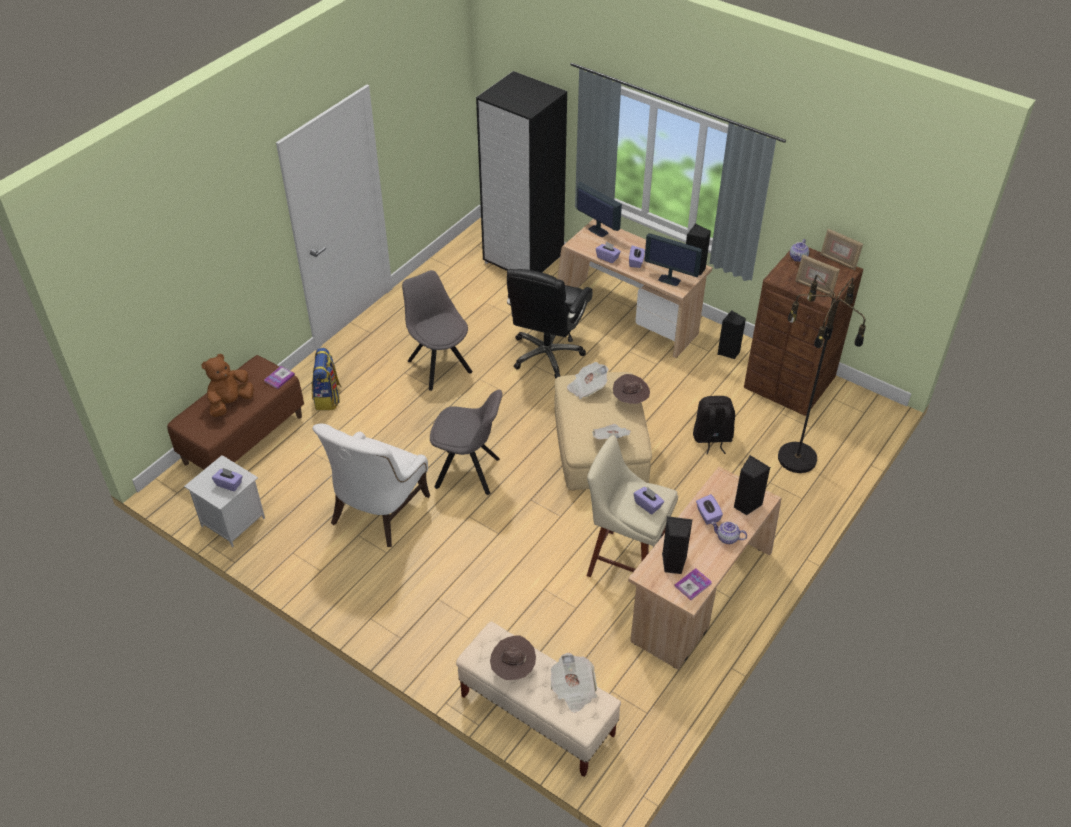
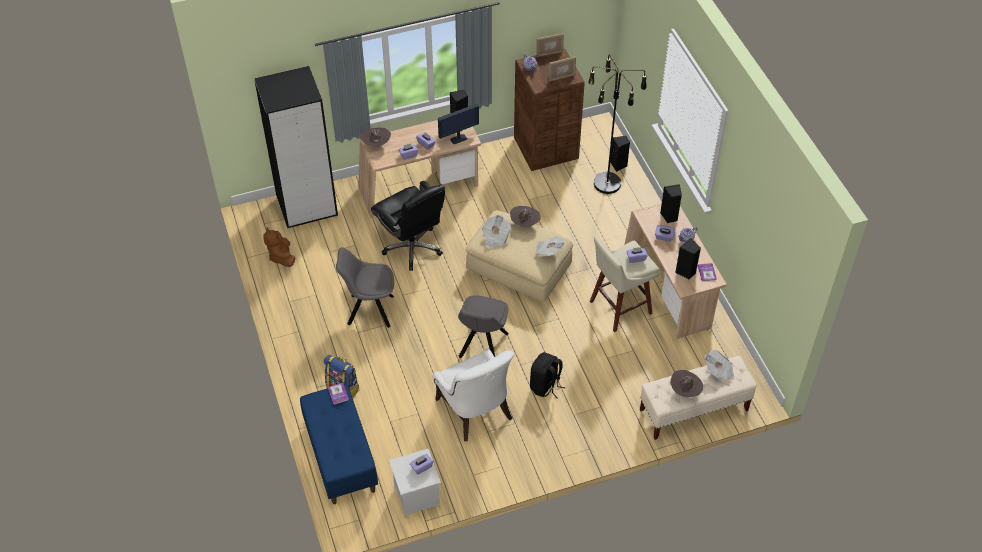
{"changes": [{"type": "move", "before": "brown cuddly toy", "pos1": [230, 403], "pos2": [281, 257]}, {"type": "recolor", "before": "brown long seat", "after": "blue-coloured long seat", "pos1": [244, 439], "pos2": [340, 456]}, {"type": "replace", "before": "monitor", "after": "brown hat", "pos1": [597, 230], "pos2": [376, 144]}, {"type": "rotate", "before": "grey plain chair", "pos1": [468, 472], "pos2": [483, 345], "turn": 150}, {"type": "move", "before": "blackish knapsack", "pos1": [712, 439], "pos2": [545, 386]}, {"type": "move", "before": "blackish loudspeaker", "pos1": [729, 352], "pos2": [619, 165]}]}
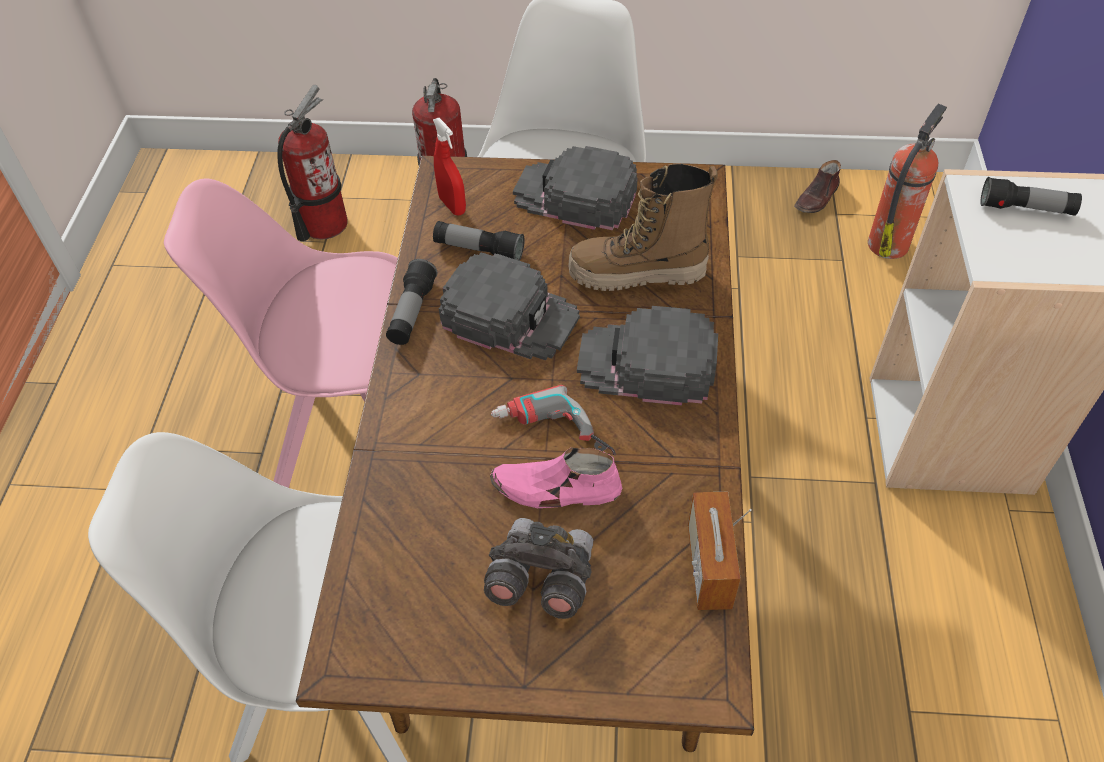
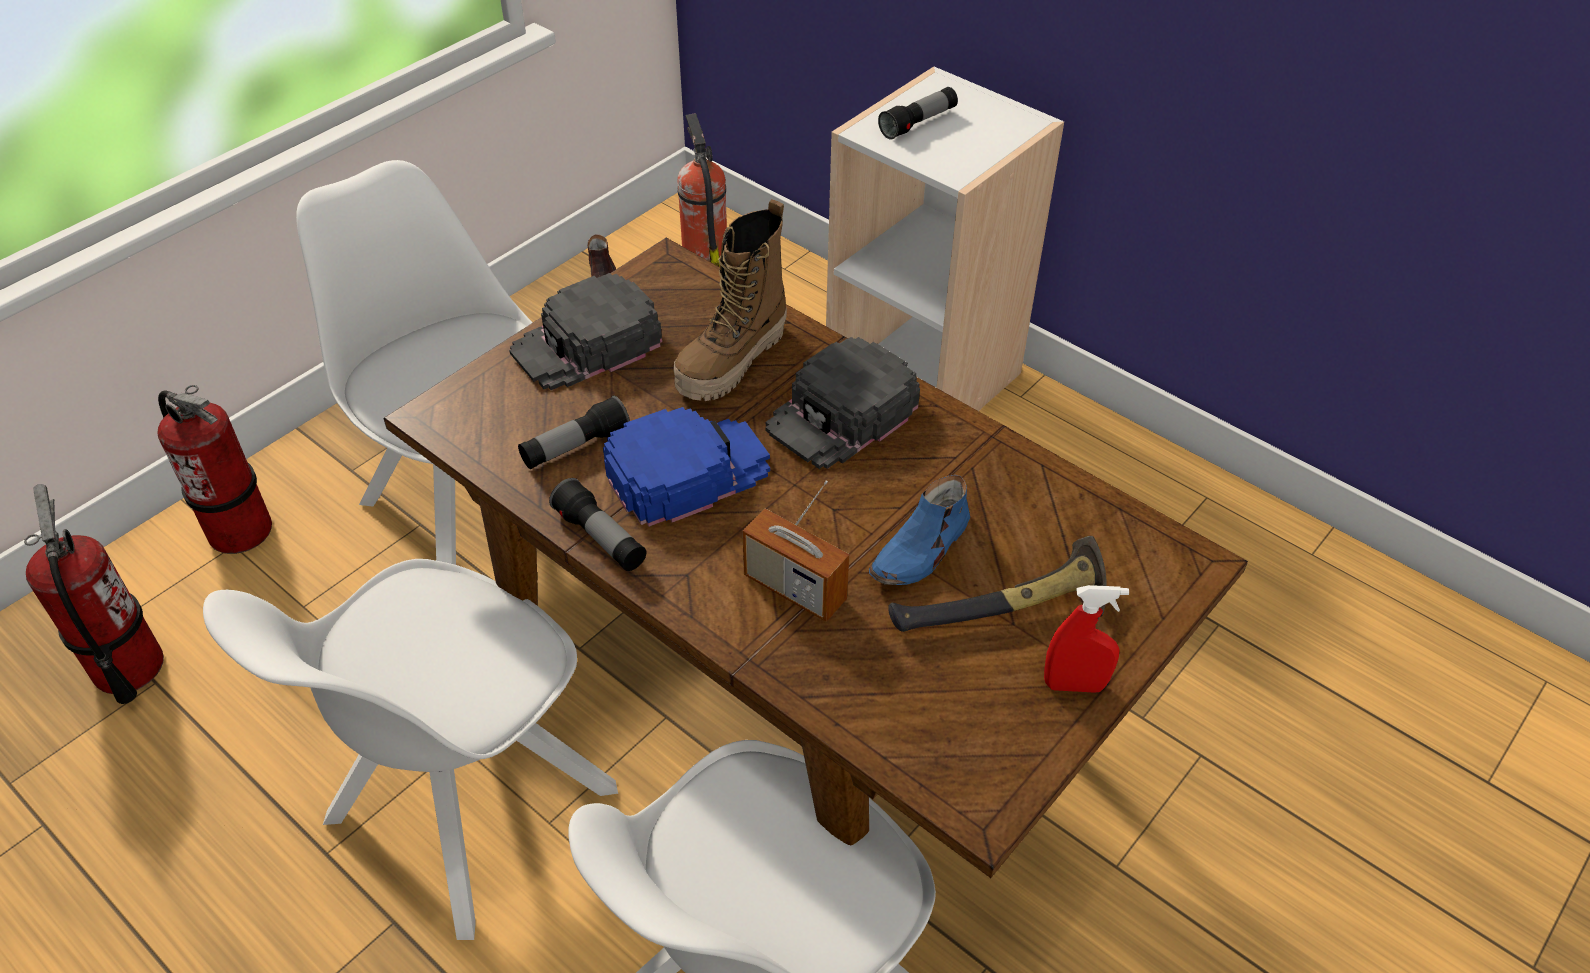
{"changes": [{"type": "recolor", "before": "pink plain chair", "after": "whitish plain chair", "pos1": [356, 431], "pos2": [466, 807]}, {"type": "recolor", "before": "blackish cap", "after": "blue-coloured cap", "pos1": [510, 316], "pos2": [687, 470]}, {"type": "move", "before": "radio receiver", "pos1": [709, 567], "pos2": [794, 588]}, {"type": "recolor", "before": "pink low shoe", "after": "blue-coloured low shoe", "pos1": [556, 489], "pos2": [921, 550]}, {"type": "replace", "before": "grey pair of binoculars", "after": "hammer", "pos1": [540, 579], "pos2": [1008, 612]}, {"type": "move", "before": "reddish spray bottle", "pos1": [452, 205], "pos2": [1074, 685]}, {"type": "delete", "before": "power drill", "pos1": [551, 436]}]}
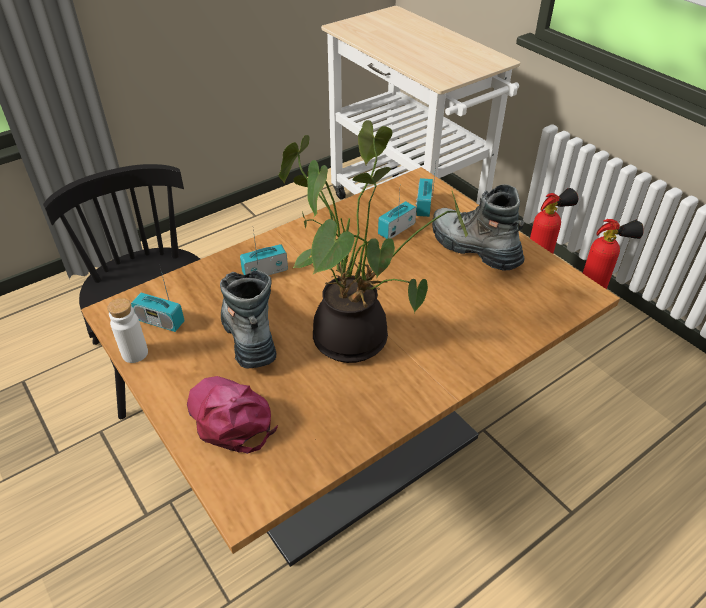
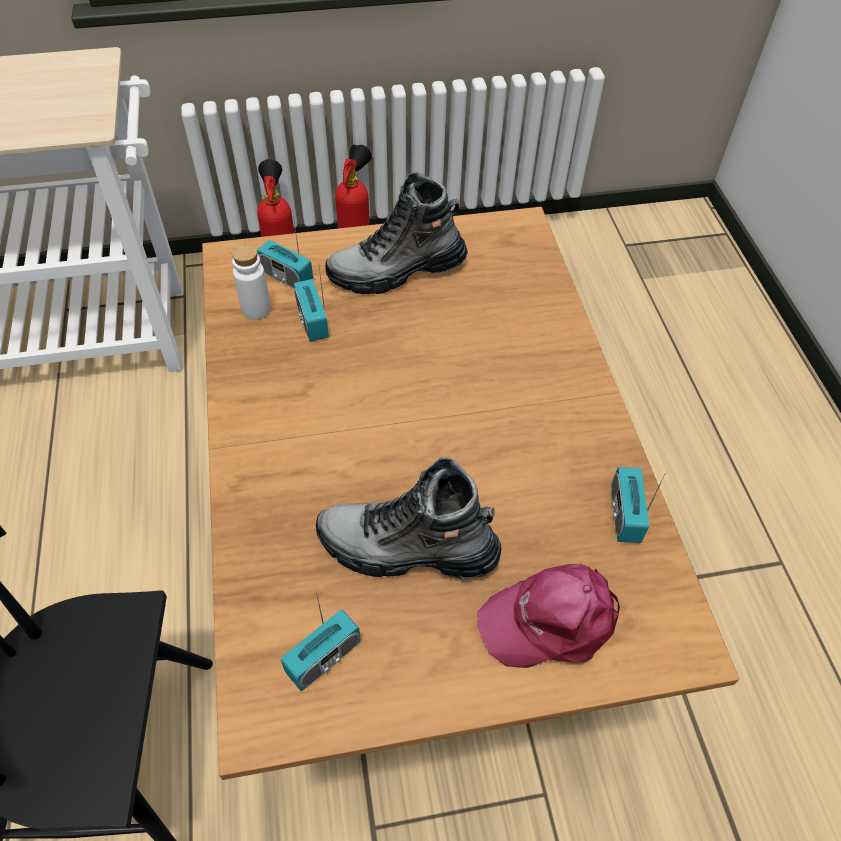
{"changes": [{"type": "move", "before": "whitish beverage bottle", "pos1": [135, 353], "pos2": [256, 309]}, {"type": "move", "before": "radio receiver", "pos1": [265, 271], "pos2": [625, 514]}, {"type": "delete", "before": "houseplant", "pos1": [357, 337]}]}
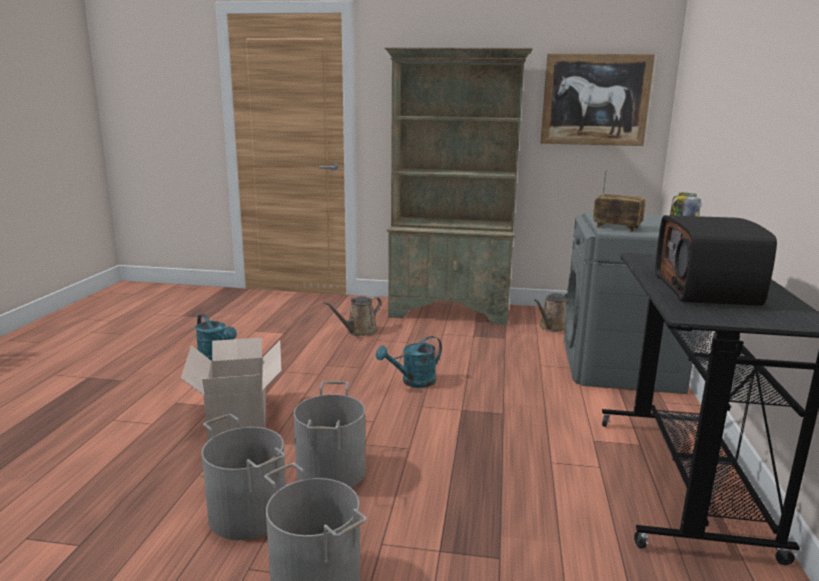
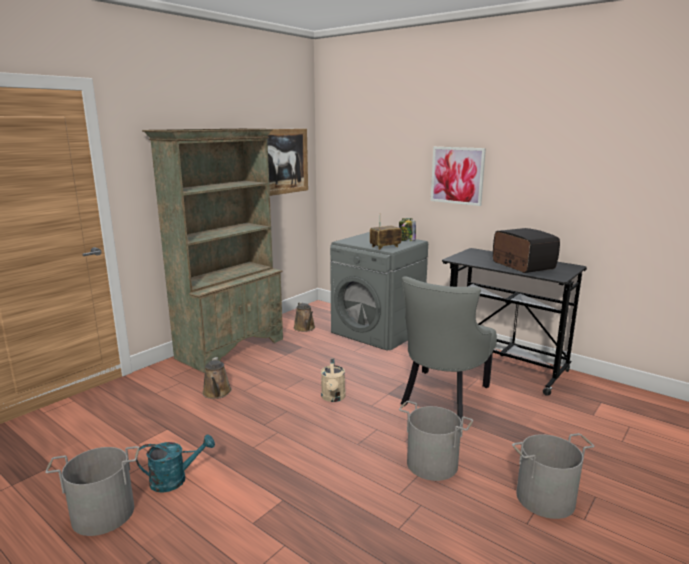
{"changes": [{"type": "move", "before": "grey bucket", "pos1": [249, 513], "pos2": [103, 513]}, {"type": "recolor", "before": "turquoise watering can", "after": "beige-coloured watering can", "pos1": [413, 382], "pos2": [333, 398]}, {"type": "insert", "after": "grey plain chair", "pos2": [443, 394]}, {"type": "insert", "after": "picture", "pos2": [457, 175]}, {"type": "rotate", "before": "radio receiver", "pos1": [707, 290], "pos2": [521, 265], "turn": -150}, {"type": "delete", "before": "cardboard box", "pos1": [239, 415]}]}
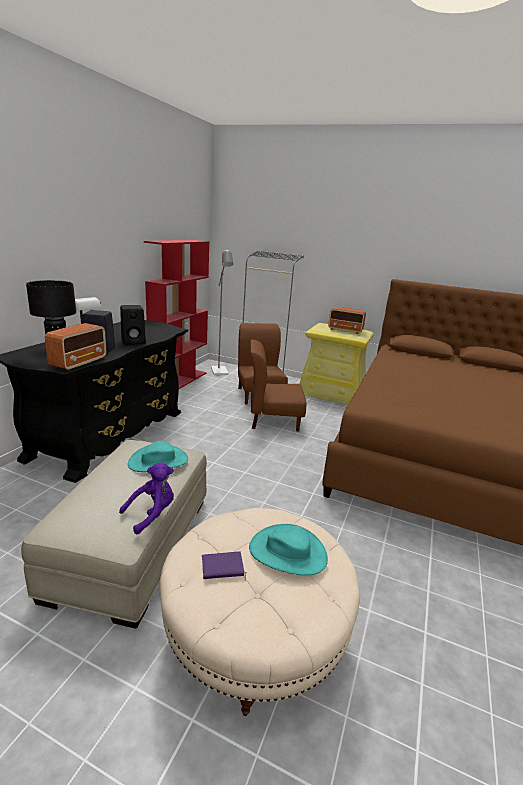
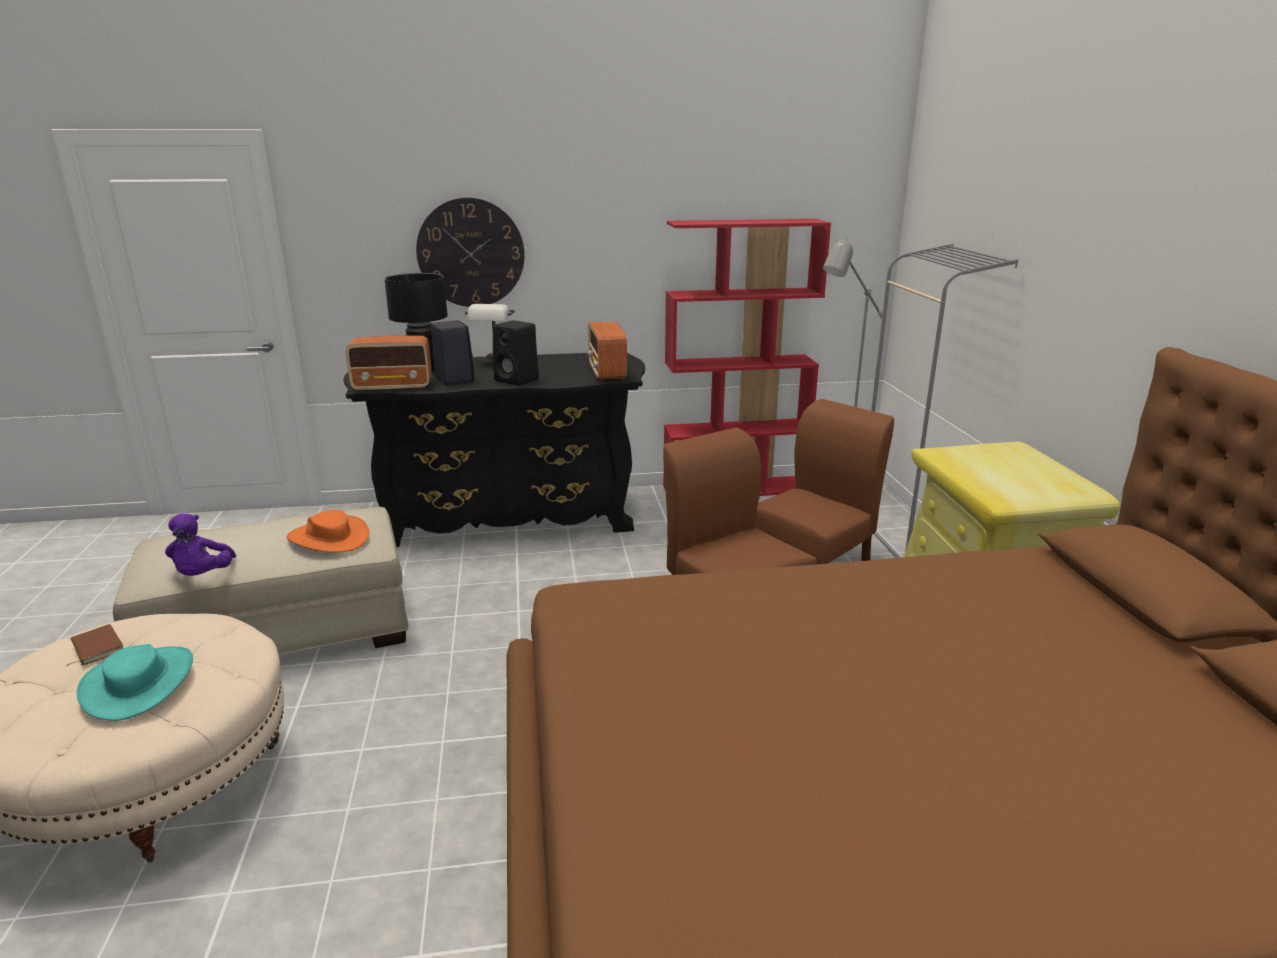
{"changes": [{"type": "recolor", "before": "purplish bound book", "after": "brown bound book", "pos1": [222, 568], "pos2": [95, 648]}, {"type": "rotate", "before": "purplish cuddly toy", "pos1": [152, 514], "pos2": [203, 576], "turn": 60}, {"type": "recolor", "before": "turquoise hat", "after": "orange-coloured hat", "pos1": [158, 461], "pos2": [329, 538]}, {"type": "insert", "after": "wall clock", "pos2": [471, 253]}, {"type": "move", "before": "radio receiver", "pos1": [345, 330], "pos2": [607, 373]}]}
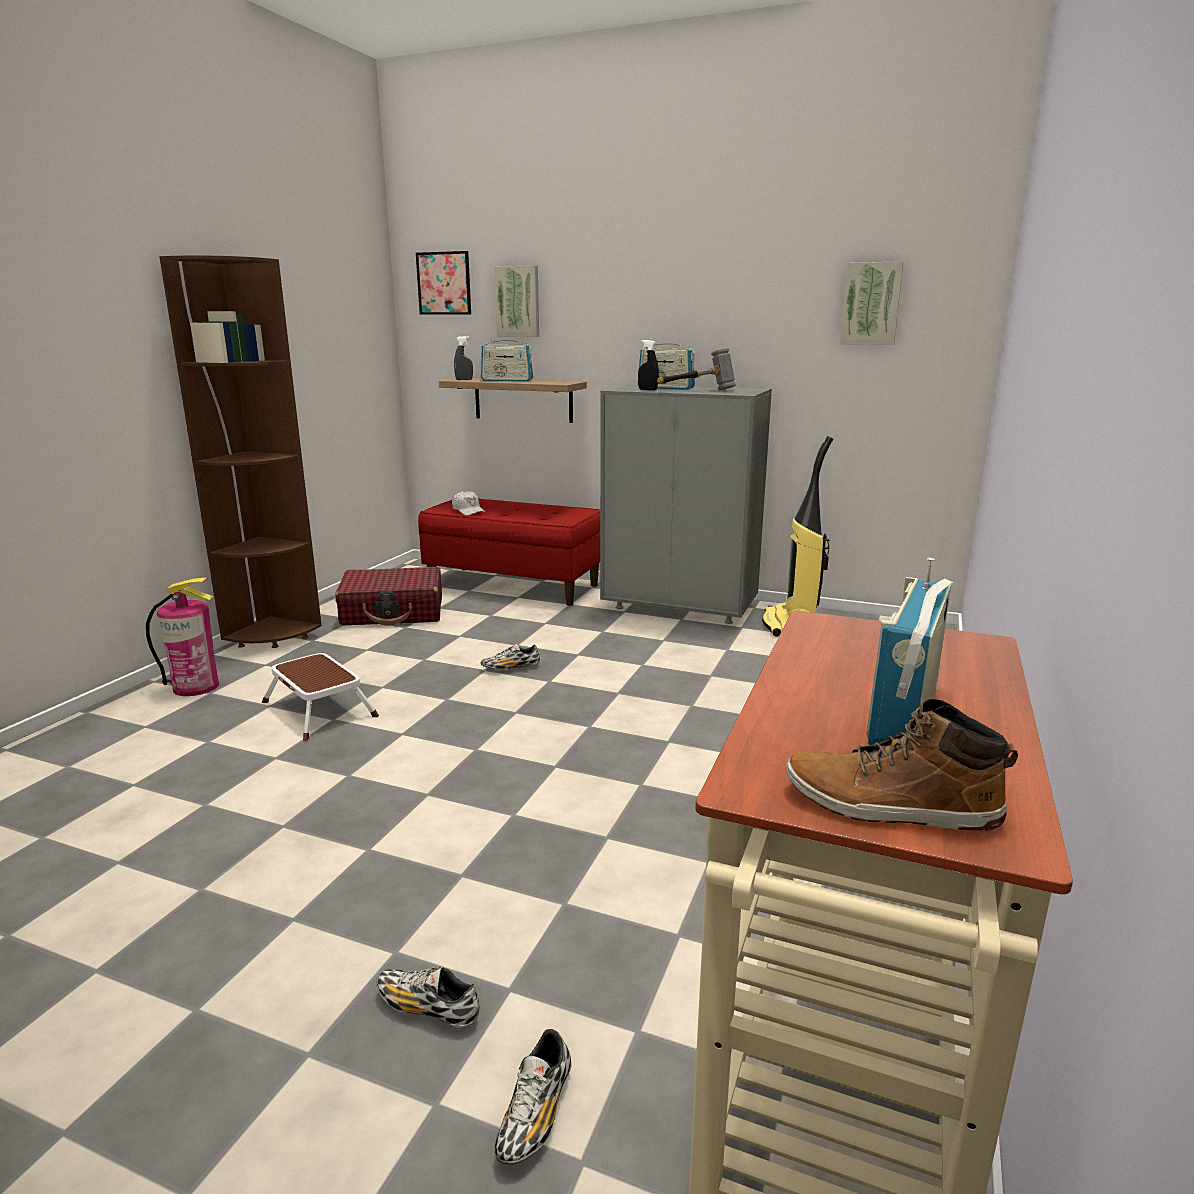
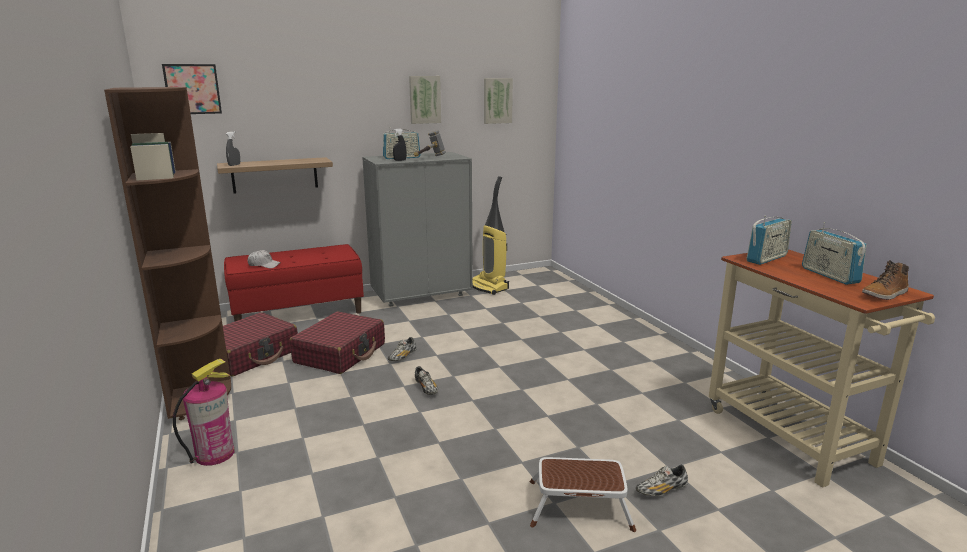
{"changes": [{"type": "insert", "after": "reddish piece of luggage", "pos2": [340, 353]}, {"type": "move", "before": "picture", "pos1": [518, 301], "pos2": [424, 99]}, {"type": "move", "before": "low shoe", "pos1": [535, 1114], "pos2": [426, 388]}, {"type": "move", "before": "brown step ladder", "pos1": [318, 709], "pos2": [580, 505]}, {"type": "move", "before": "radio receiver", "pos1": [507, 380], "pos2": [766, 258]}]}
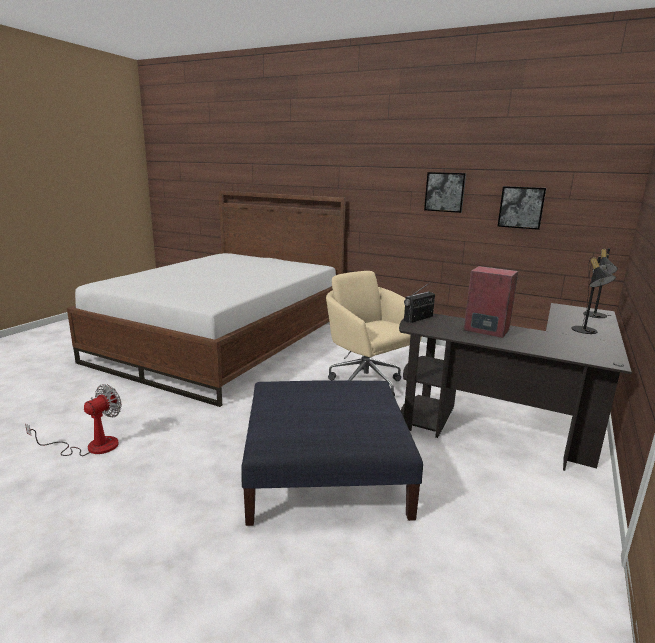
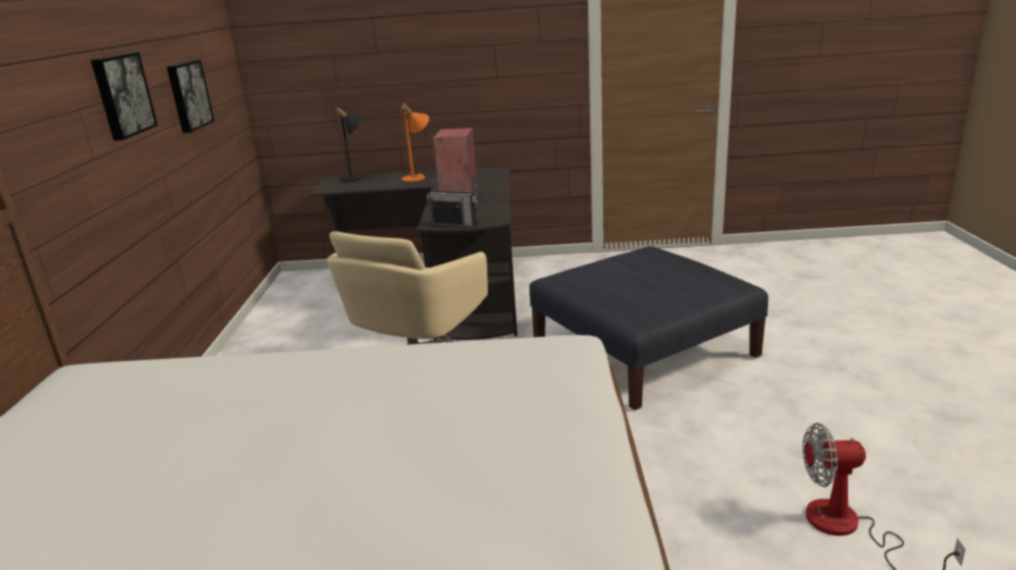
{"changes": [{"type": "recolor", "before": "blackish tabletop lamp", "after": "orange-coloured tabletop lamp", "pos1": [586, 331], "pos2": [417, 177]}]}
